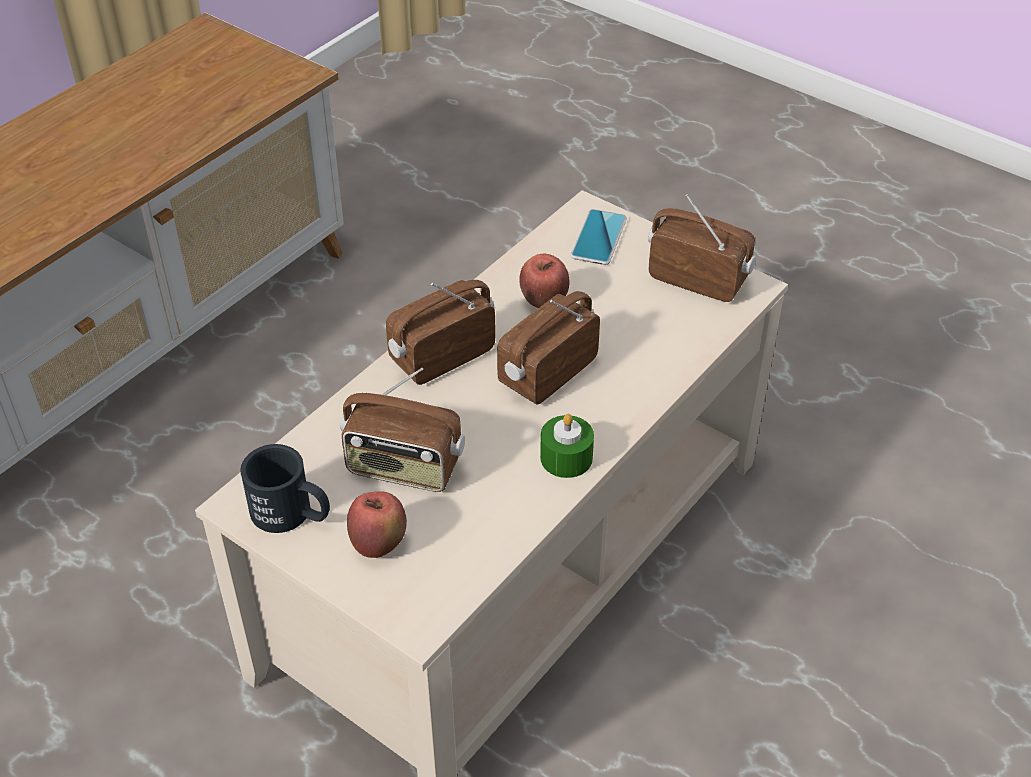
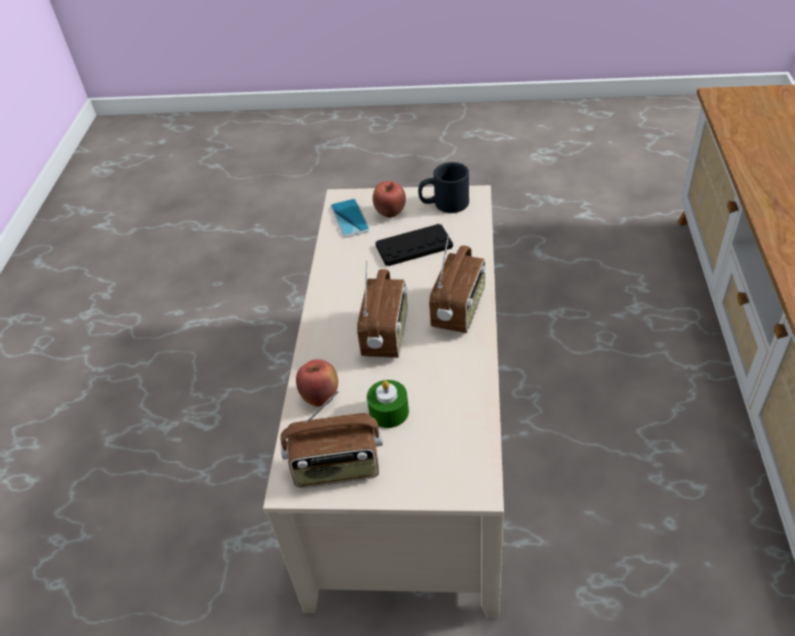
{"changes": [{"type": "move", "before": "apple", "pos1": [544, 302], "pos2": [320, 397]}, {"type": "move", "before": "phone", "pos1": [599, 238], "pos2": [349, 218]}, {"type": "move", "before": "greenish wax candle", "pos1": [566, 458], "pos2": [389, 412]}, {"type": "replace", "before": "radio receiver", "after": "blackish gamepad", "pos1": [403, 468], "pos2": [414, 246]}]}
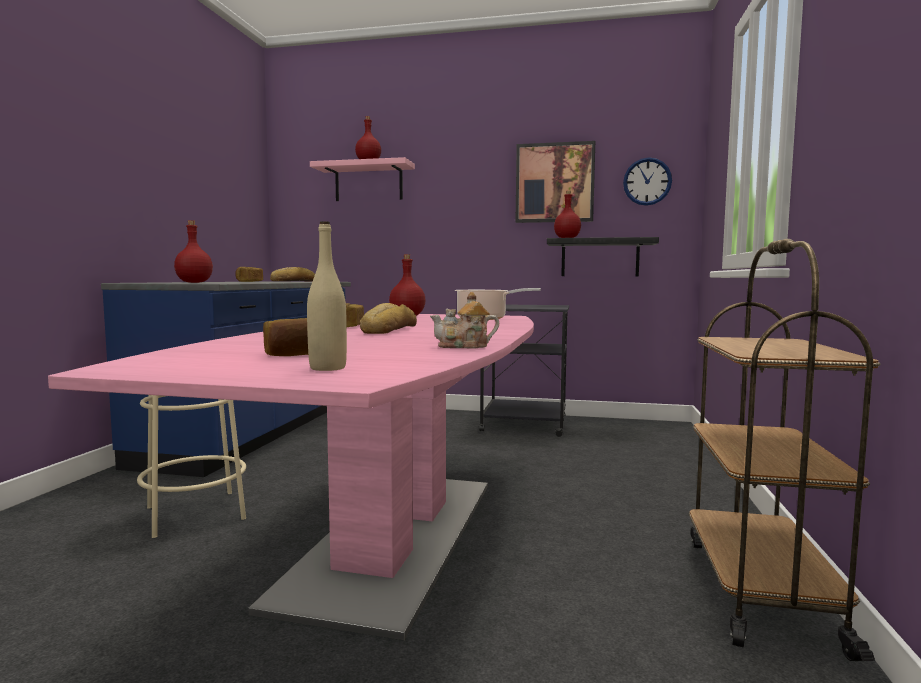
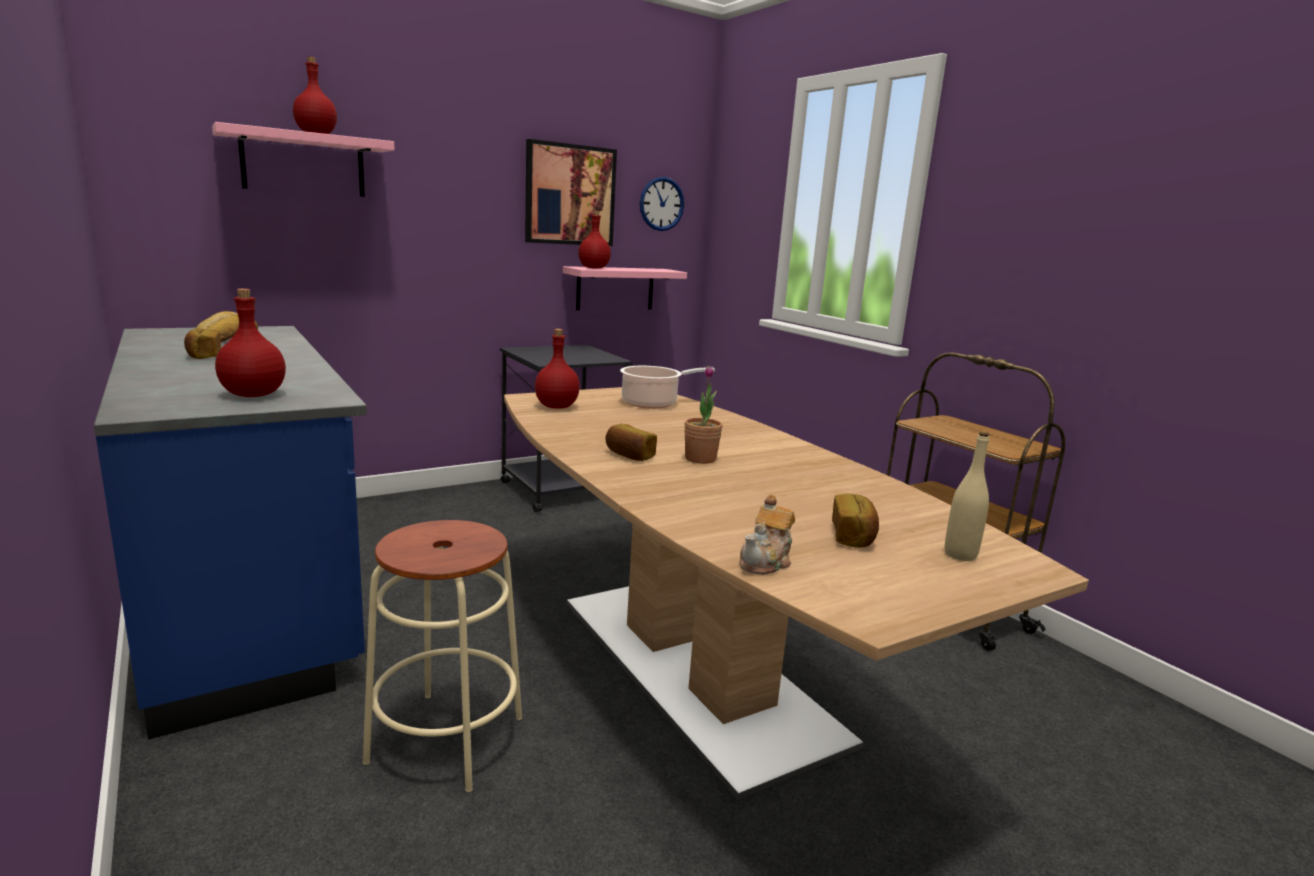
{"changes": [{"type": "recolor", "before": "pink kitchen table", "after": "brown kitchen table", "pos1": [395, 537], "pos2": [694, 667]}, {"type": "recolor", "before": "blackish shelf", "after": "pink shelf", "pos1": [600, 258], "pos2": [615, 288]}, {"type": "replace", "before": "baked bread", "after": "houseplant", "pos1": [386, 330], "pos2": [700, 459]}, {"type": "move", "before": "pot for tea", "pos1": [464, 346], "pos2": [766, 562]}]}
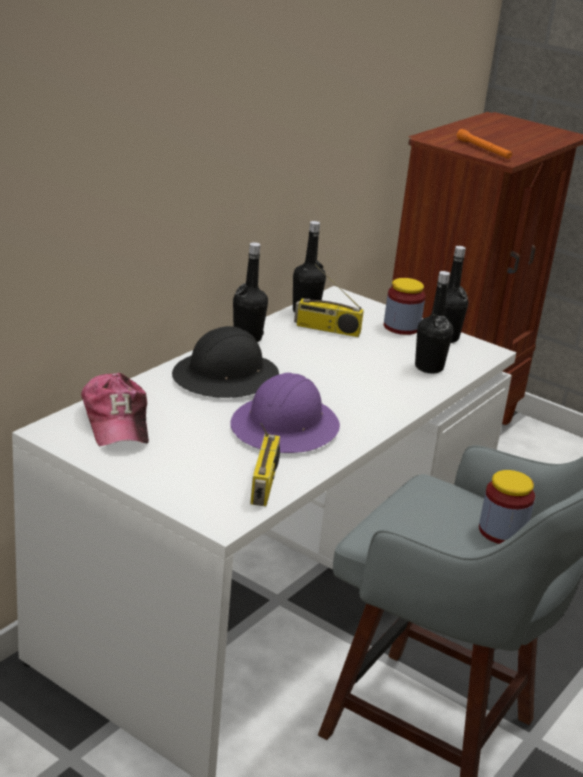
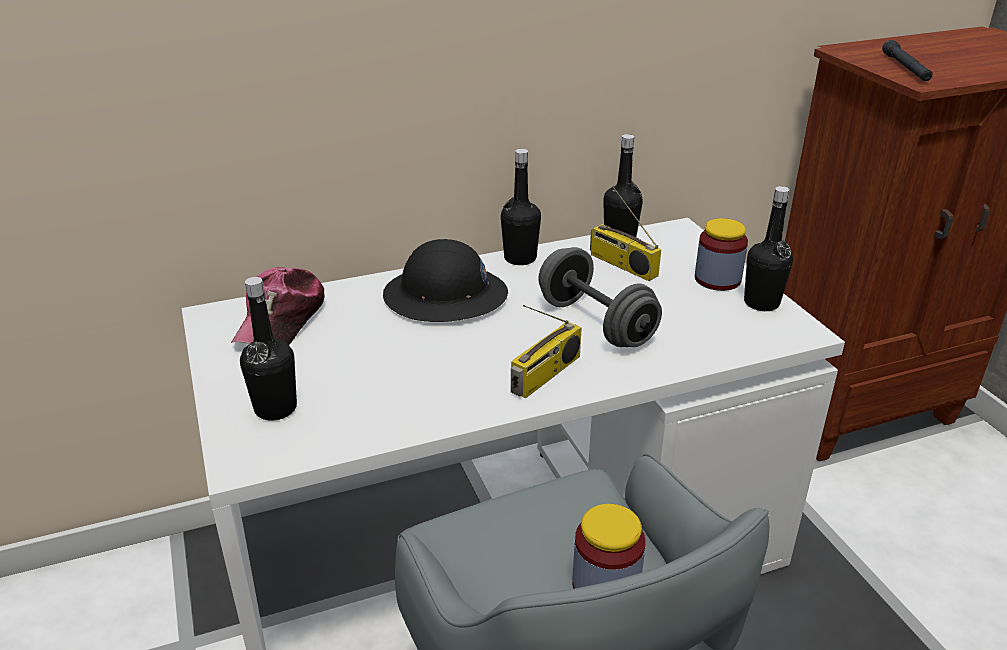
{"changes": [{"type": "move", "before": "blackish beverage bottle", "pos1": [429, 367], "pos2": [275, 408]}, {"type": "move", "before": "radio receiver", "pos1": [265, 484], "pos2": [546, 375]}, {"type": "insert", "after": "grey hand weight", "pos2": [596, 323]}, {"type": "recolor", "before": "orange-coloured hand torch", "after": "blackish hand torch", "pos1": [483, 150], "pos2": [905, 68]}, {"type": "delete", "before": "purplish work helmet", "pos1": [285, 427]}]}
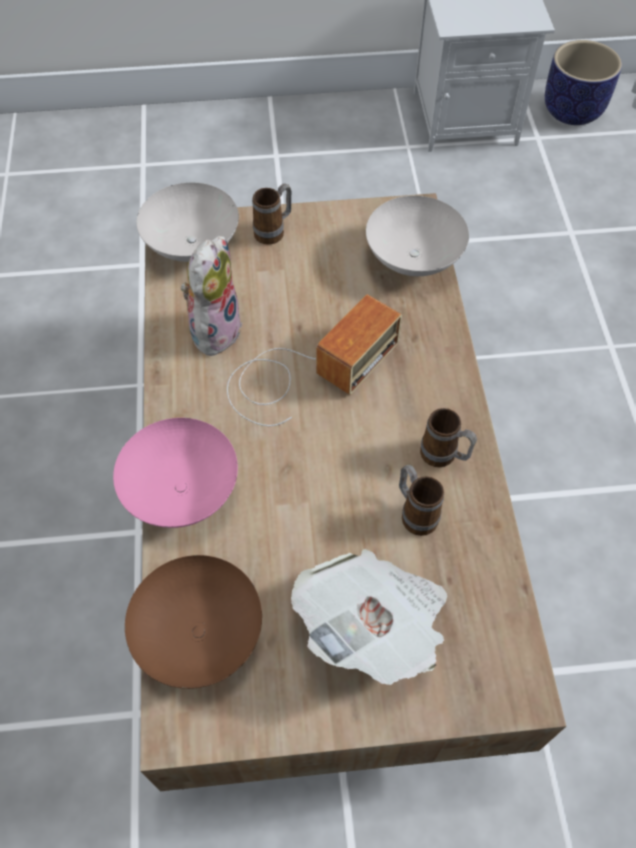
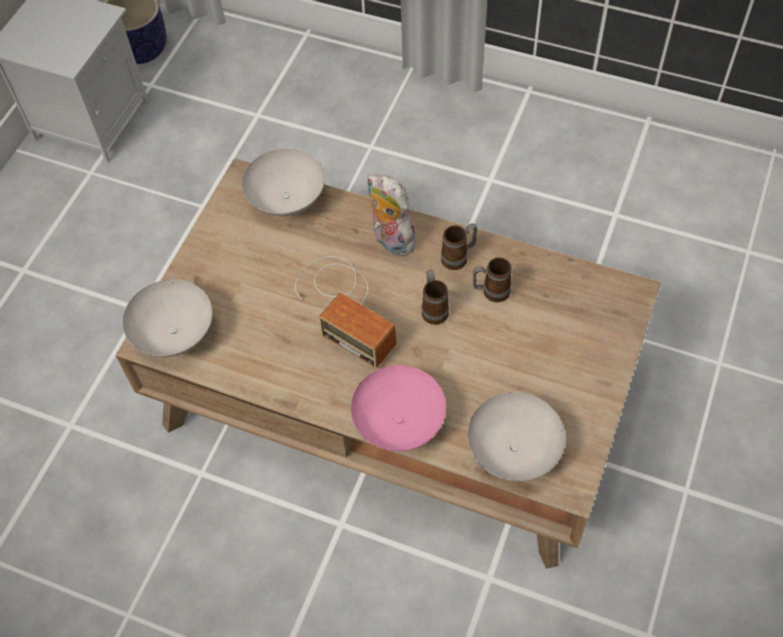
{"changes": [{"type": "rotate", "before": "radio receiver", "pos1": [306, 372], "pos2": [345, 307], "turn": 150}, {"type": "move", "before": "cuddly toy", "pos1": [214, 329], "pos2": [390, 240]}, {"type": "move", "before": "tea mug", "pos1": [274, 231], "pos2": [434, 309]}, {"type": "recolor", "before": "brown deep dish", "after": "whitish deep dish", "pos1": [199, 637], "pos2": [515, 451]}, {"type": "delete", "before": "printed paper", "pos1": [375, 625]}]}
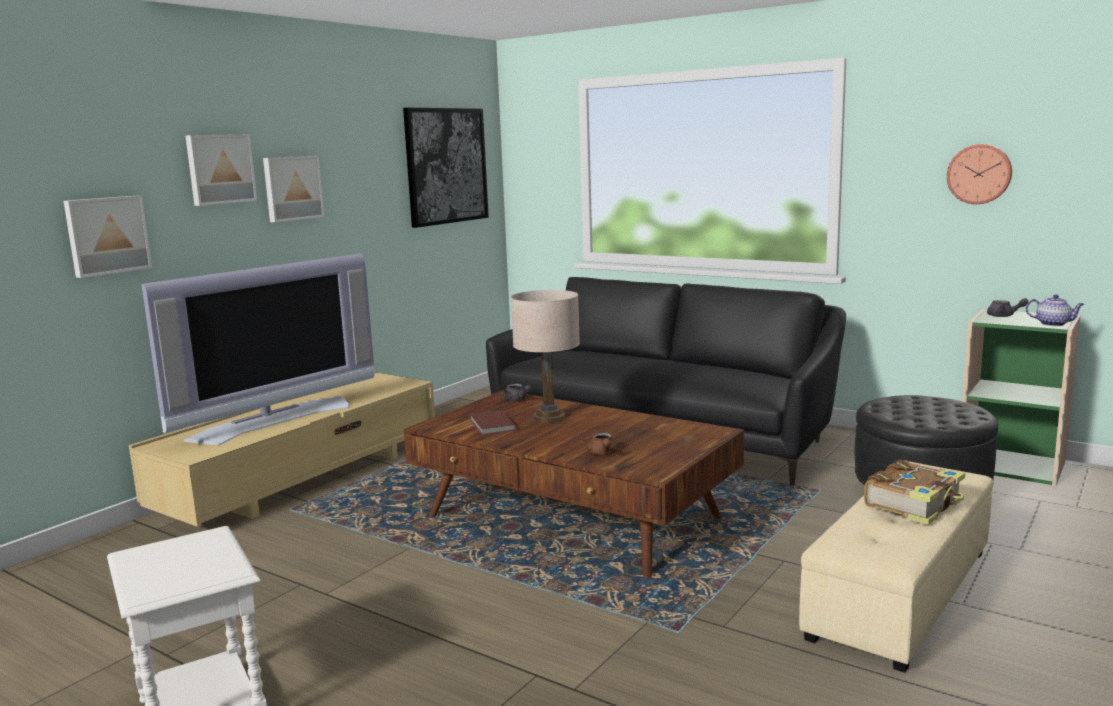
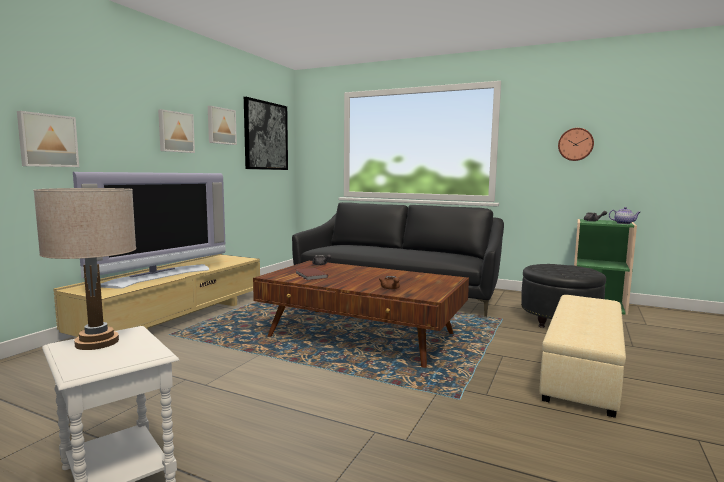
{"changes": [{"type": "move", "before": "beige-coloured tabletop lamp", "pos1": [549, 418], "pos2": [96, 342]}, {"type": "move", "before": "picture", "pos1": [220, 169], "pos2": [221, 126]}, {"type": "delete", "before": "bound book", "pos1": [915, 504]}]}
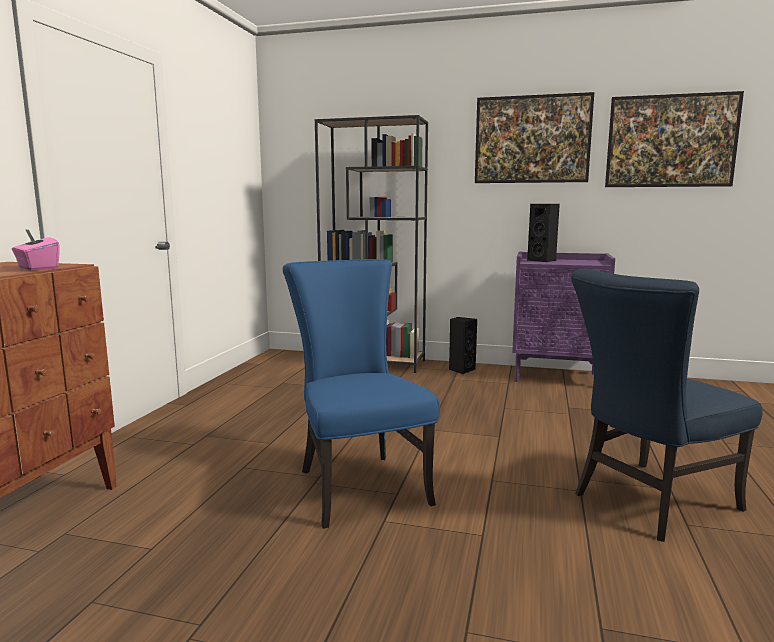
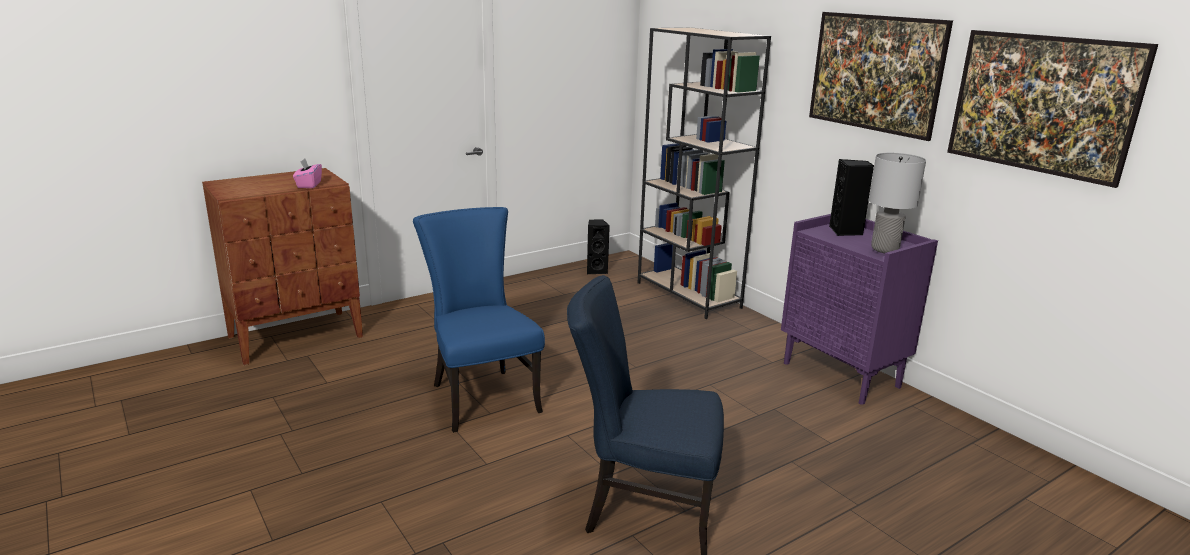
{"changes": [{"type": "rotate", "before": "blue-coloured plain chair", "pos1": [358, 483], "pos2": [481, 395], "turn": -45}, {"type": "move", "before": "blackish loudspeaker", "pos1": [461, 370], "pos2": [596, 270]}, {"type": "insert", "after": "grey tabletop lamp", "pos2": [885, 251]}]}
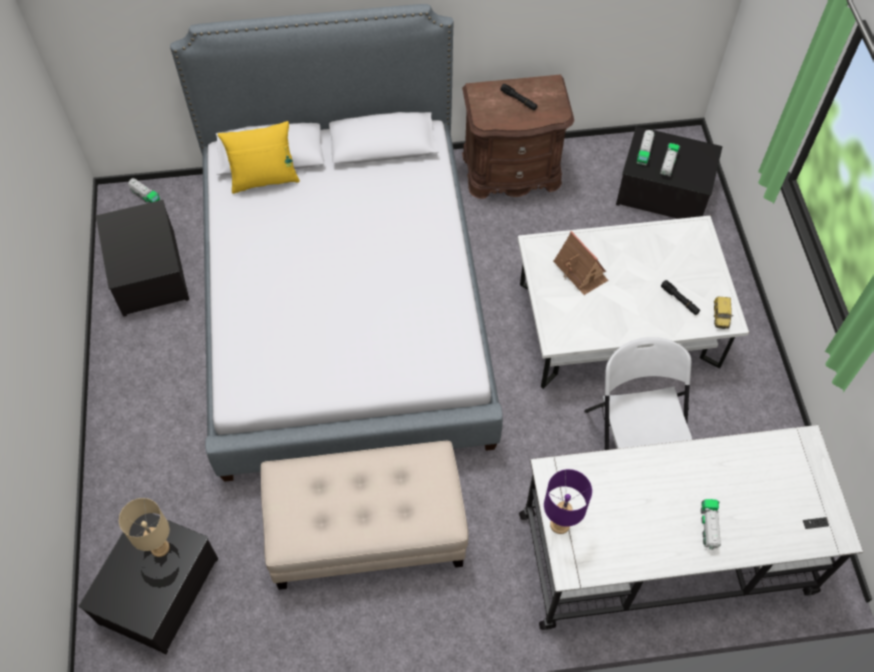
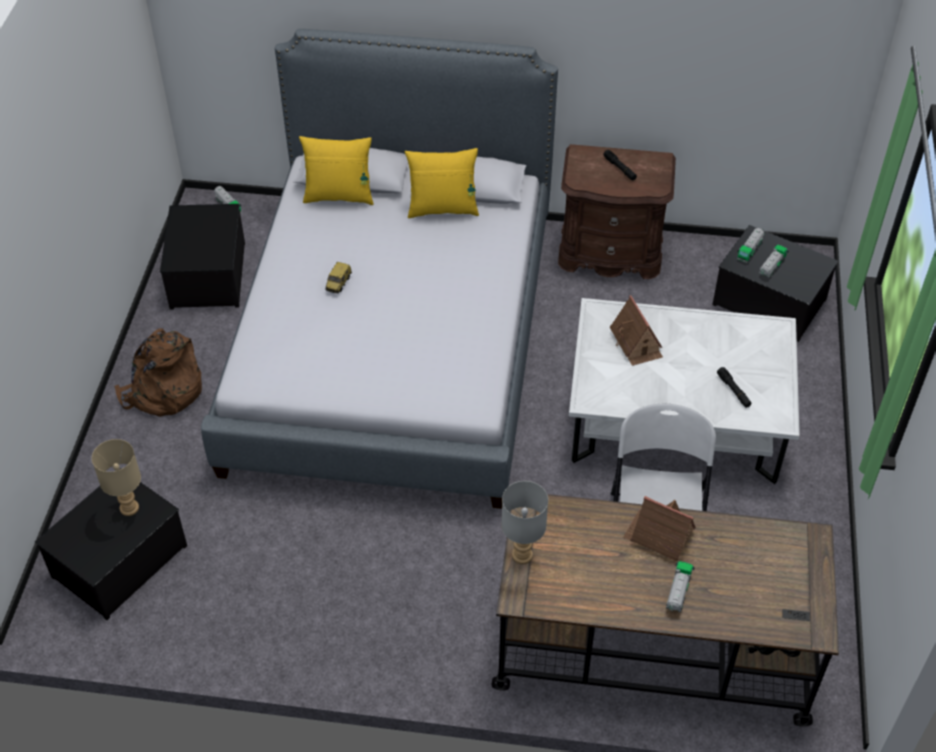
{"changes": [{"type": "insert", "after": "brown knapsack", "pos2": [163, 392]}, {"type": "move", "before": "miniature car", "pos1": [721, 317], "pos2": [339, 284]}, {"type": "insert", "after": "yellow-coloured throw pillow", "pos2": [442, 210]}, {"type": "recolor", "before": "whitish desk unit", "after": "brown desk unit", "pos1": [665, 554], "pos2": [653, 649]}, {"type": "recolor", "before": "purplish tabletop lamp", "after": "grey tabletop lamp", "pos1": [560, 523], "pos2": [522, 554]}, {"type": "insert", "after": "model house", "pos2": [659, 536]}, {"type": "delete", "before": "beige-coloured footrest", "pos1": [366, 528]}]}
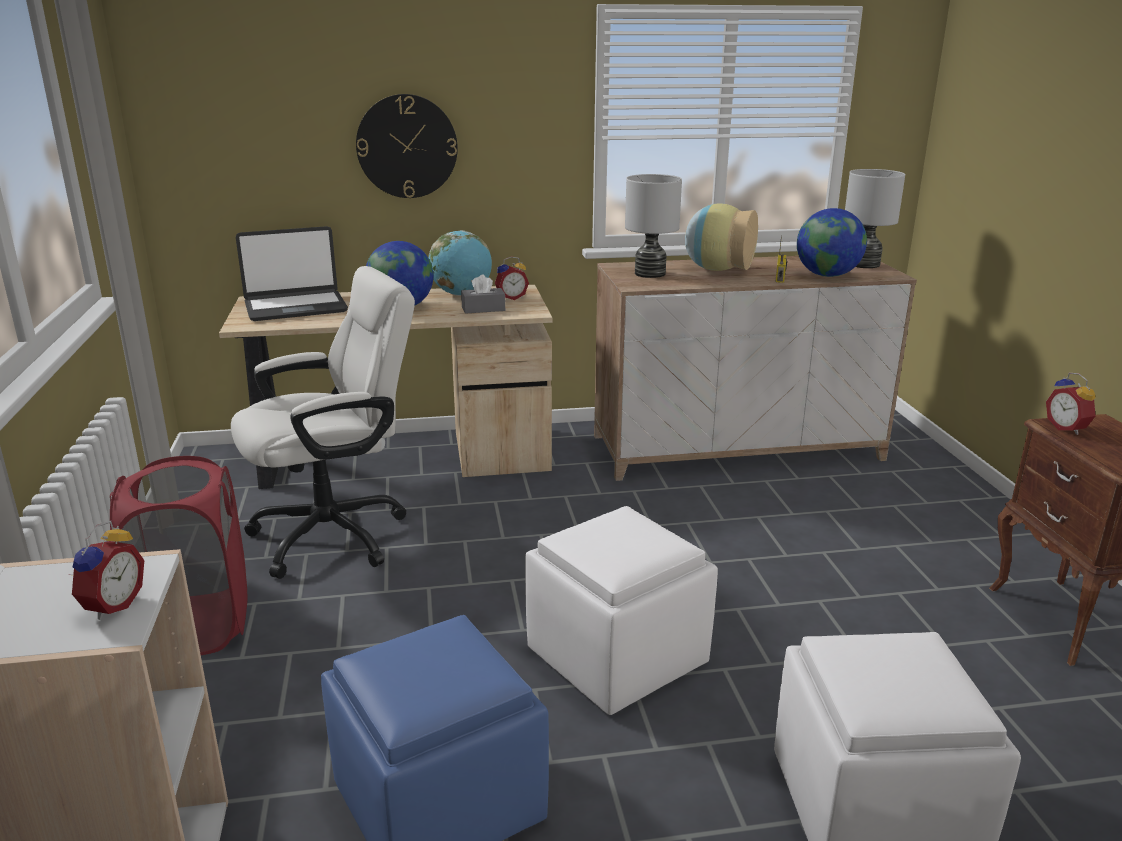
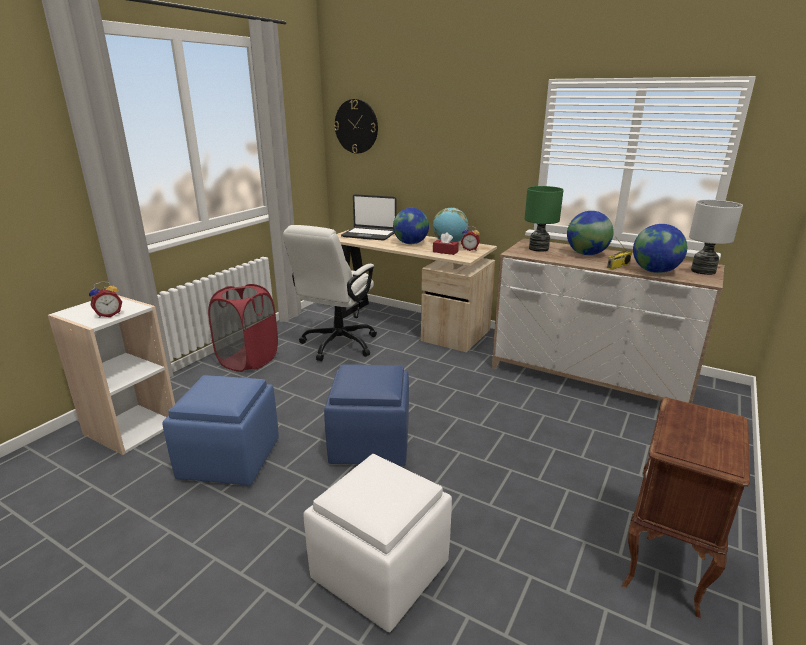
{"changes": [{"type": "rotate", "before": "whitish computer chair", "pos1": [337, 534], "pos2": [337, 346], "turn": 105}, {"type": "recolor", "before": "whitish footrest", "after": "blue-coloured footrest", "pos1": [616, 656], "pos2": [371, 443]}, {"type": "move", "before": "wall clock", "pos1": [407, 146], "pos2": [356, 126]}, {"type": "recolor", "before": "grey tissue holder", "after": "reddish tissue holder", "pos1": [483, 309], "pos2": [445, 252]}, {"type": "recolor", "before": "grey tabletop lamp", "after": "greenish tabletop lamp", "pos1": [649, 274], "pos2": [538, 249]}, {"type": "replace", "before": "decorative vase", "after": "globe", "pos1": [717, 269], "pos2": [586, 254]}, {"type": "delete", "before": "bedside clock", "pos1": [1067, 428]}]}
